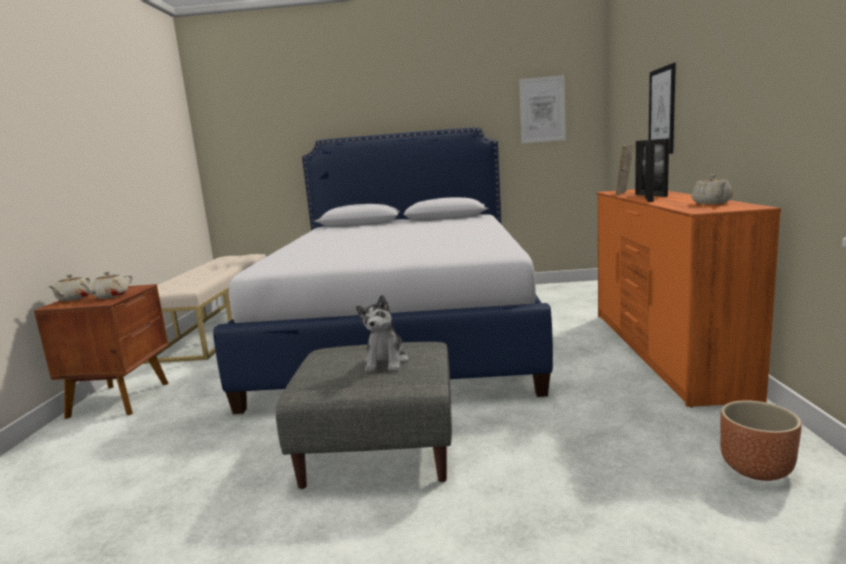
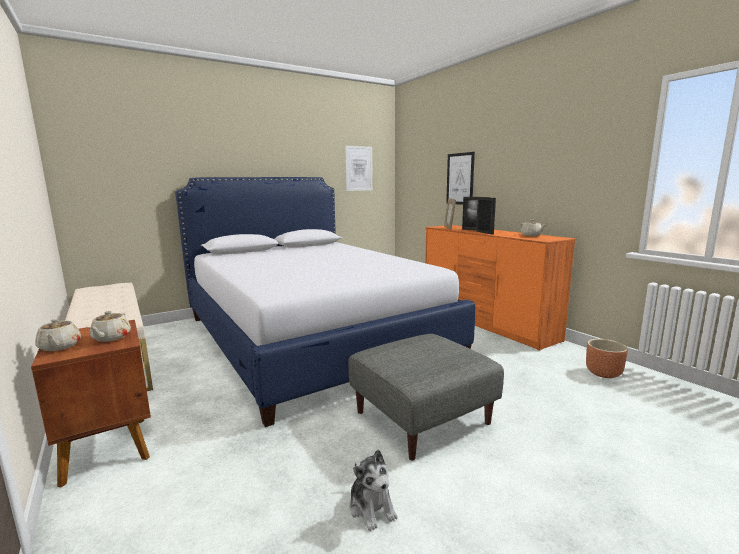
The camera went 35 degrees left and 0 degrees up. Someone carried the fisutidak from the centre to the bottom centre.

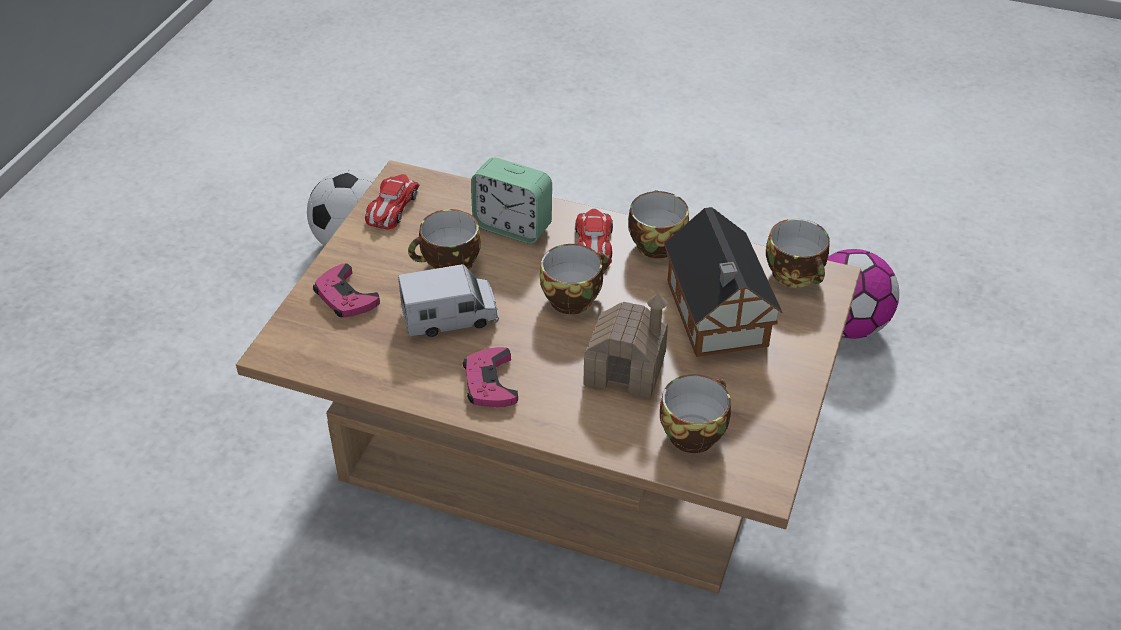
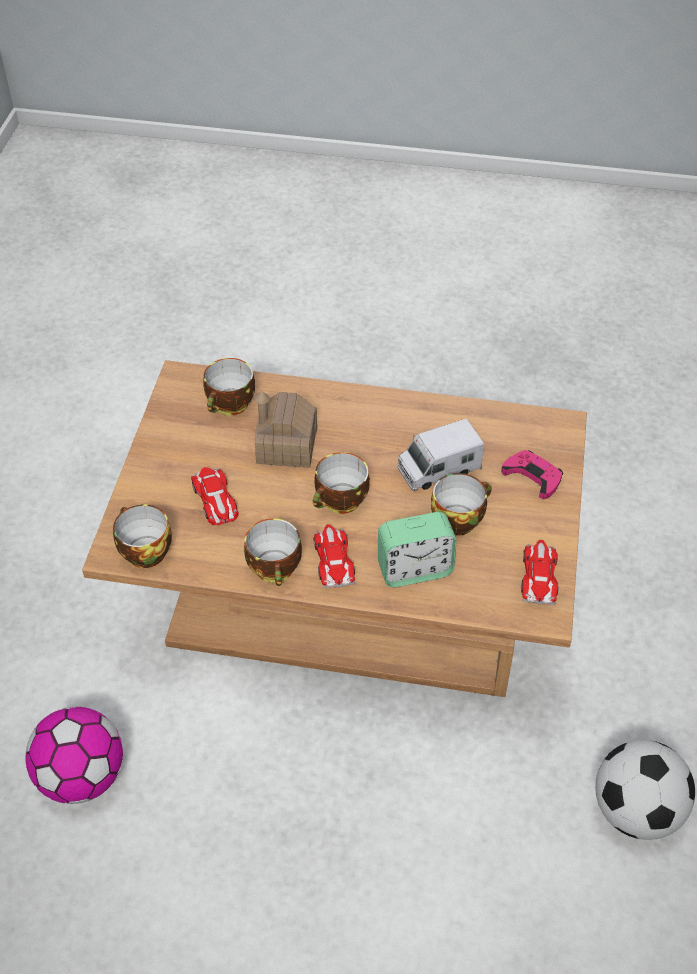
The camera went 170 degrees right and 5 degrees up. Someone rotated the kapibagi at the top centre by 150 degrees clockwise. Someone swapped the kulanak (no. 2 from left) at the centre for the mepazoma (no. 1 from left) at the middle left. Someone took away the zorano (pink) (no. 2 from left) at the centre.

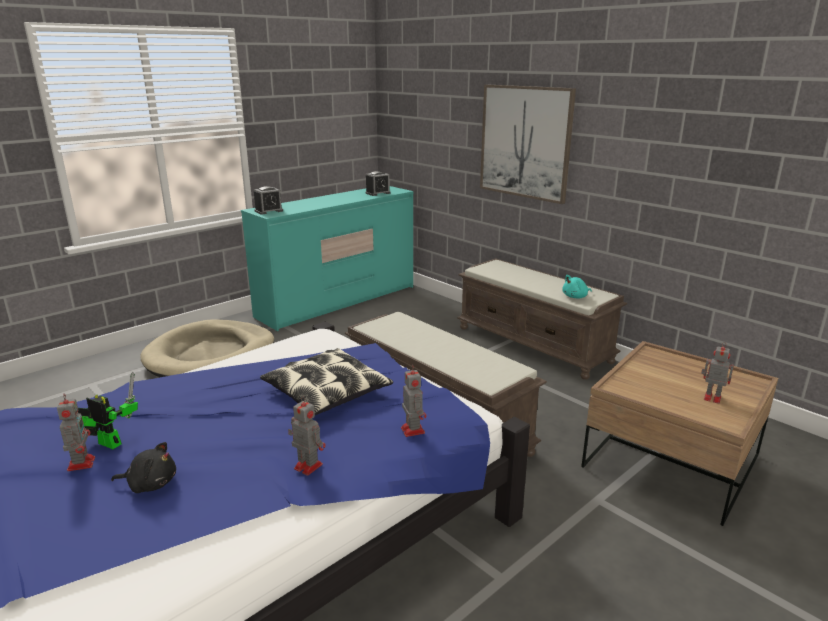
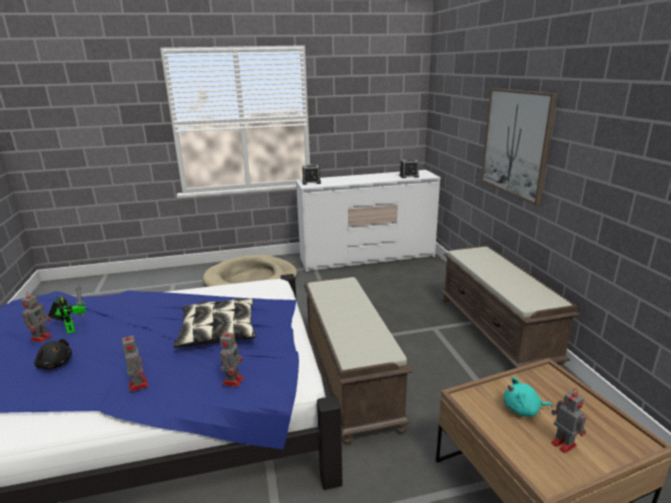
The camera went 30 degrees right and 0 degrees up. Someone repainted the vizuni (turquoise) at the centre, which became the vizuni (white) at the centre. Someone carried the fisutidak (turquoise) from the middle right to the bottom right.

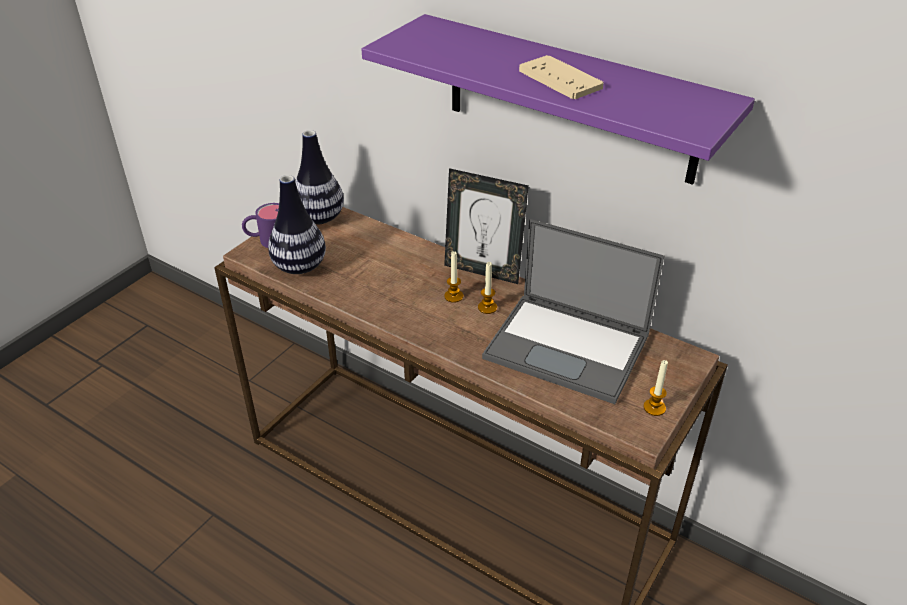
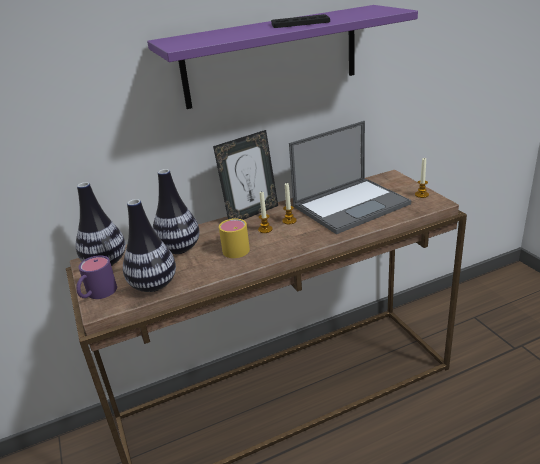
The camera went 55 degrees left and 10 degrees down. Someone repainted the zorano (beige) at the top centre, which became the zorano (black) at the top centre. Someone put down the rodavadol (no. 3 from left) at the middle left. Someone put down the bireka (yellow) at the centre.

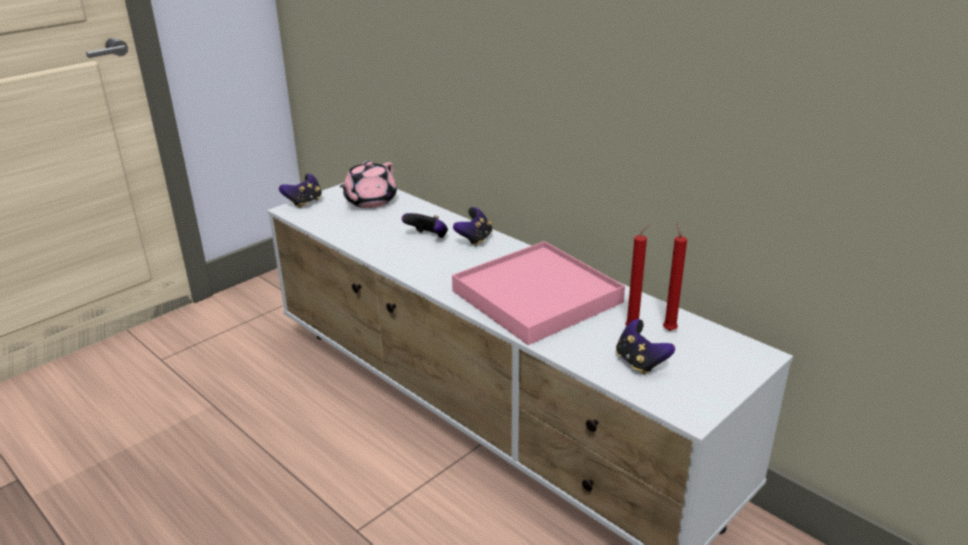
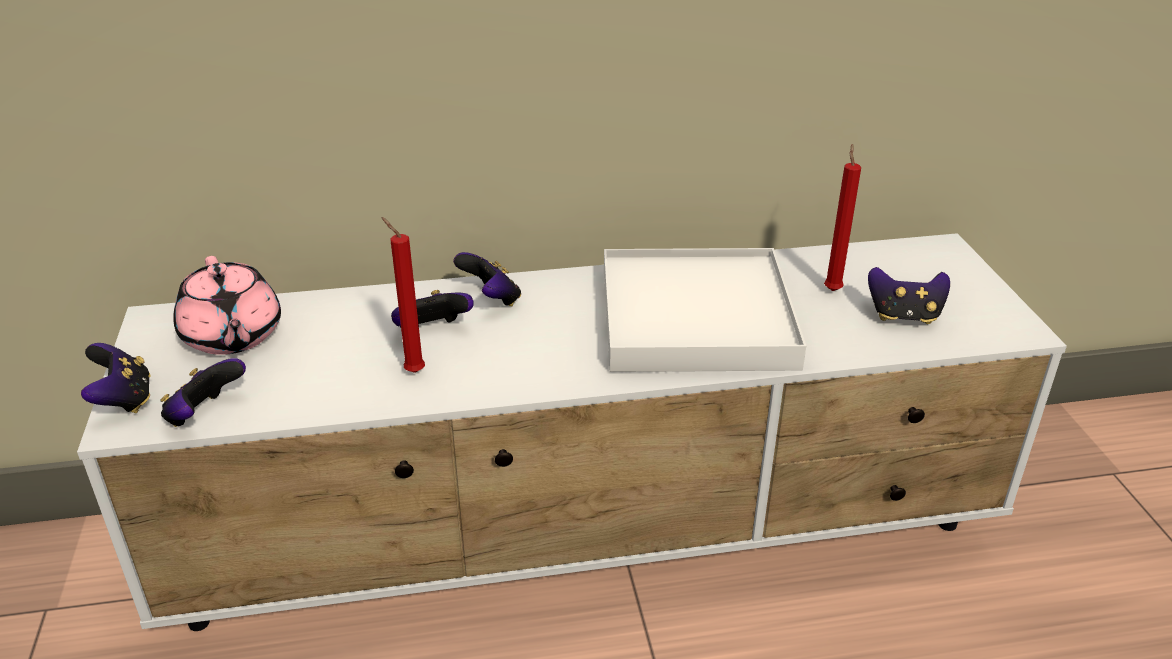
The camera went 55 degrees left and 5 degrees up. Someone carried the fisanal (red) (no. 2 from left in the first image) from the middle right to the centre. Someone repainted the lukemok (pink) at the centre, which became the lukemok (white) at the centre. Someone put down the zorano (no. 2 from left) at the middle left.

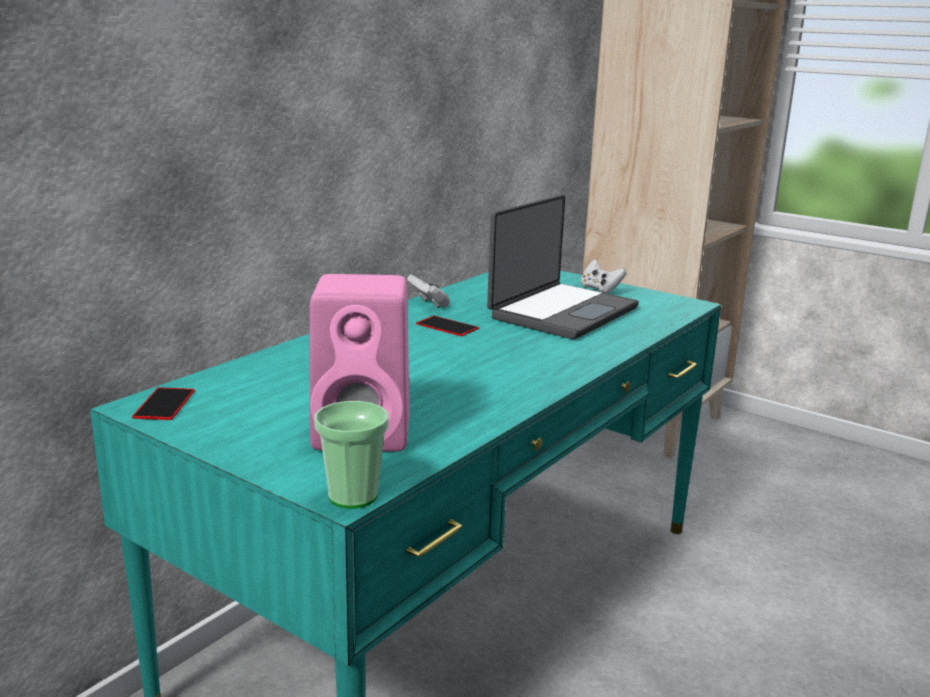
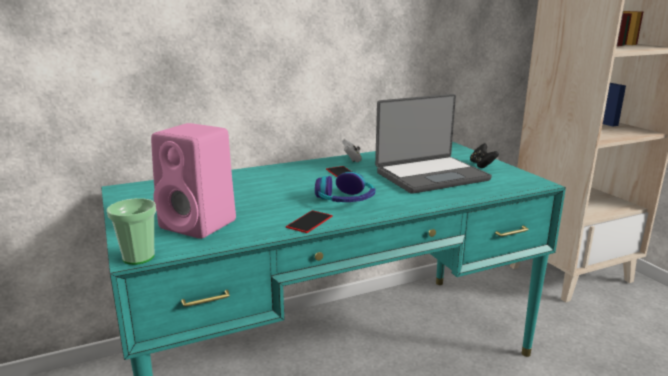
The camera went 30 degrees right and 0 degrees up. Someone repainted the zorano (white) (no. 2 from left) at the centre, which became the zorano (black) at the middle right. Someone carried the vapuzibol (no. 1 from left) from the middle left to the centre. Someone put down the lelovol at the centre.

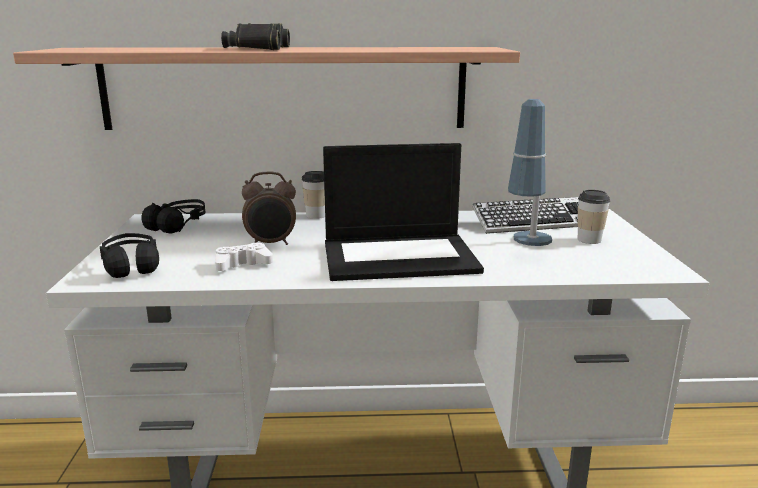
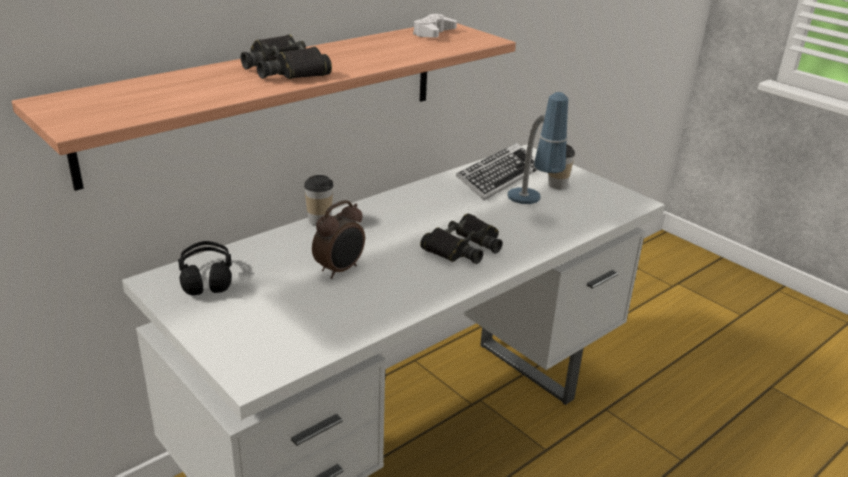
The camera went 40 degrees left and 10 degrees up. Someone swapped the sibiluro at the centre for the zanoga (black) (no. 2 from left) at the centre. Someone took away the lelovol (black) (no. 1 from left) at the middle left. Someone carried the zorano (white) from the middle left to the top centre.

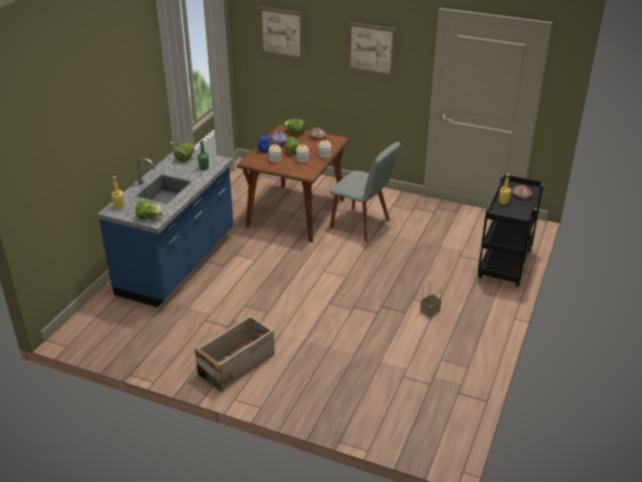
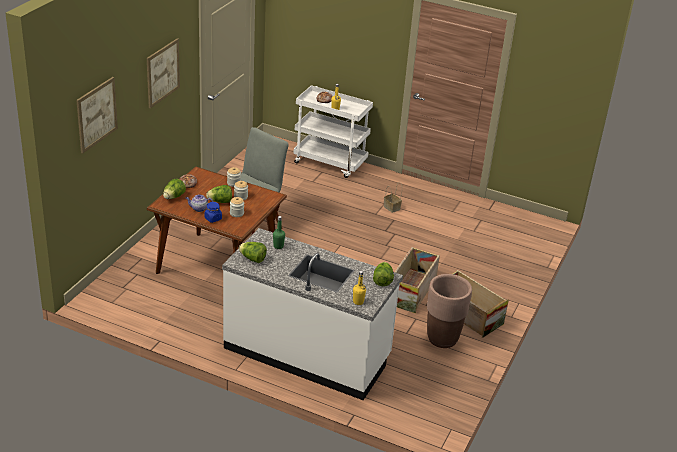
The camera went 90 degrees left and 0 degrees up. Someone repainted the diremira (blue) at the middle left, which became the diremira (white) at the bottom centre. Someone repainted the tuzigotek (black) at the middle right, which became the tuzigotek (white) at the top centre. Someone put down the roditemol (no. 1 from left) at the centre. Someone put down the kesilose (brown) at the bottom centre.

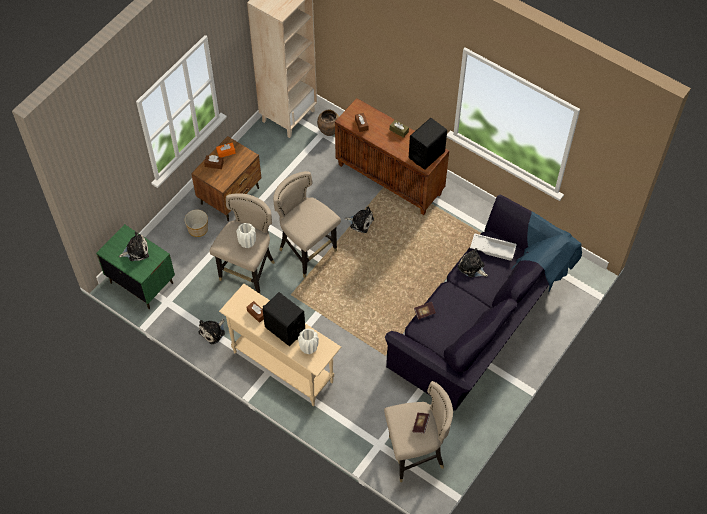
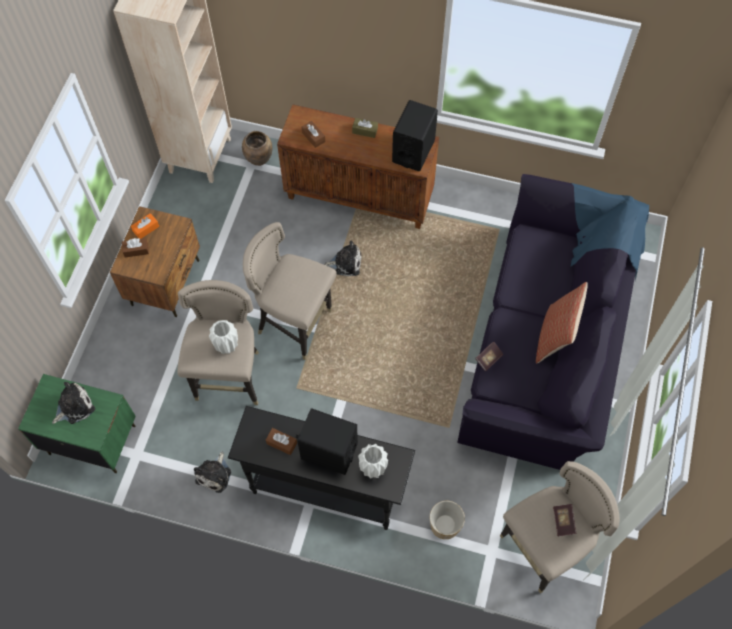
The camera went 20 degrees left and 5 degrees up. Someone carried the kesilose from the middle left to the bottom centre. Someone took away the lukemok (white) at the middle right. Someone took away the fisutidak (no. 4 from left) at the middle right. Someone repainted the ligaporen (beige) at the bottom centre, which became the ligaporen (black) at the bottom centre. Someone put down the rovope at the middle right.

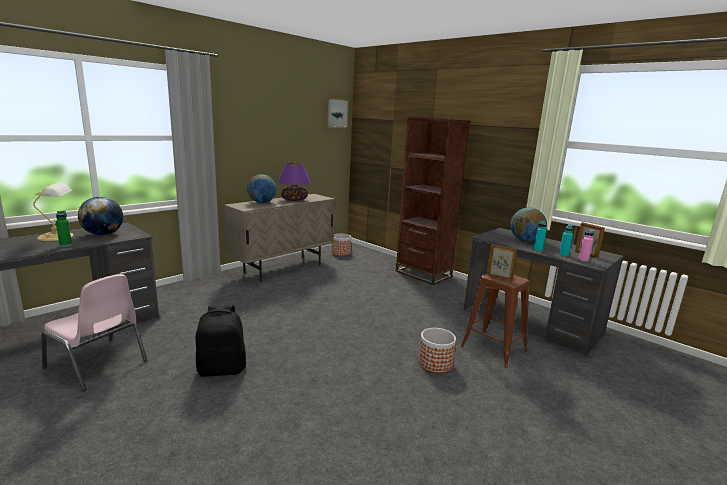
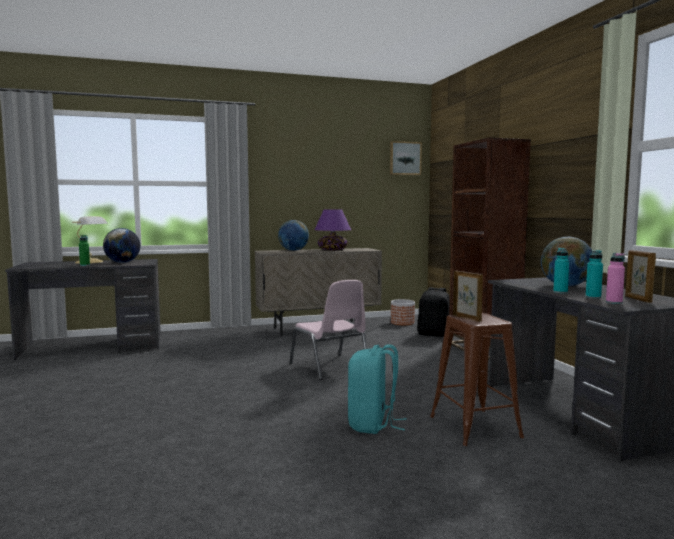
The camera went 30 degrees right and 10 degrees down. Someone carried the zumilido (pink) from the bottom left to the centre. Someone carried the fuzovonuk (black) from the bottom left to the centre. Someone swapped the kesilose (no. 2 from left) at the bottom centre for the fuzovonuk (turquoise) at the bottom centre.

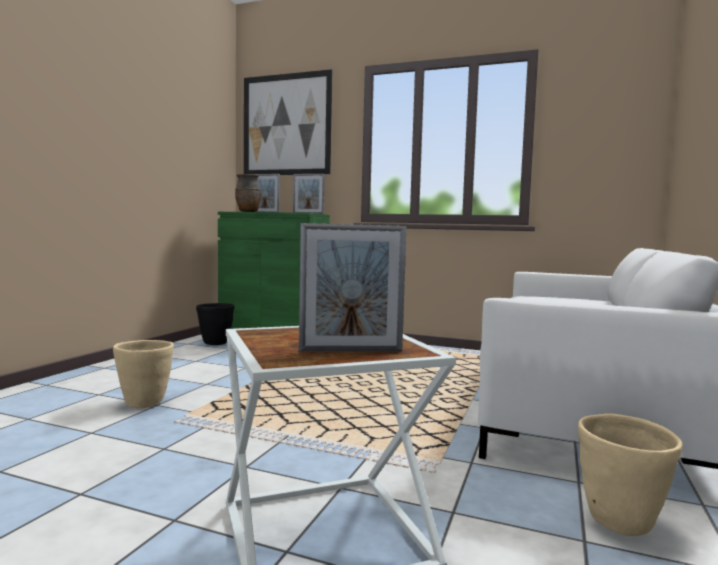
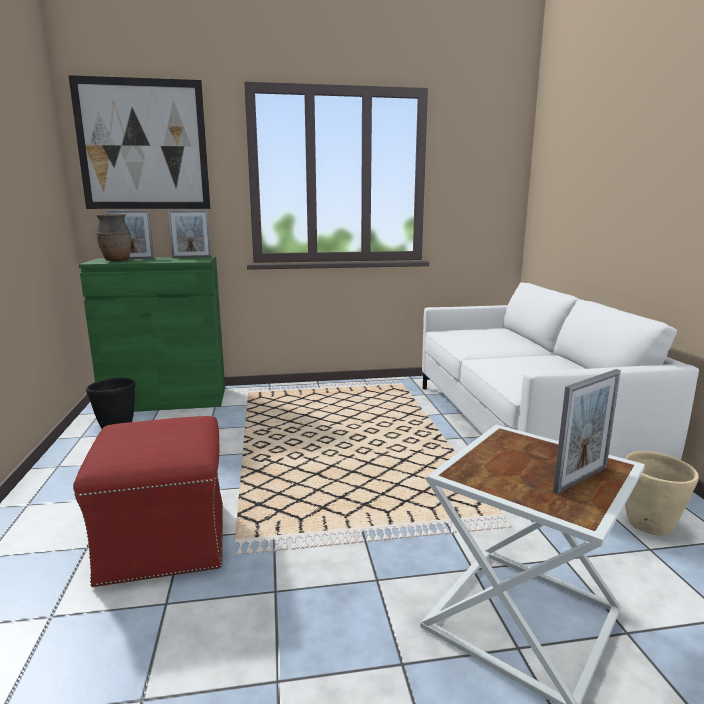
The camera went 30 degrees left and 10 degrees up. Someone swapped the kesilose (beige) (no. 1 from left) at the middle left for the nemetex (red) at the bottom left.

